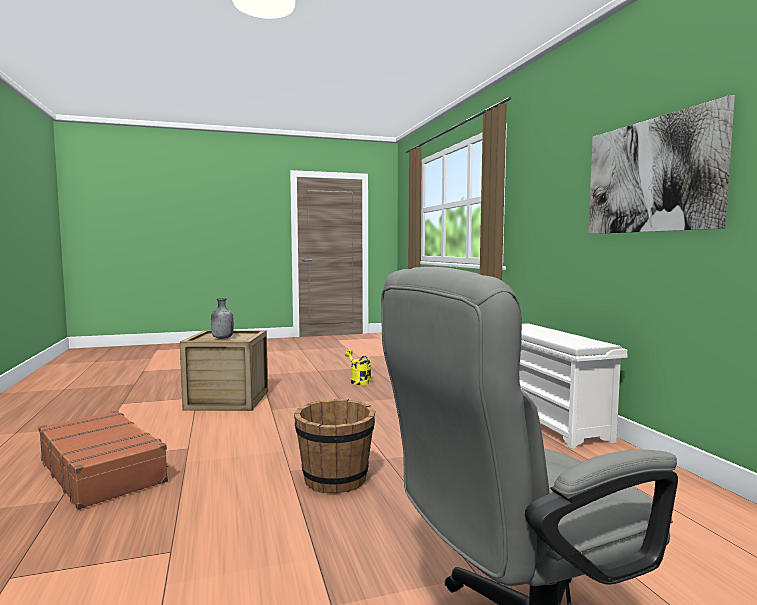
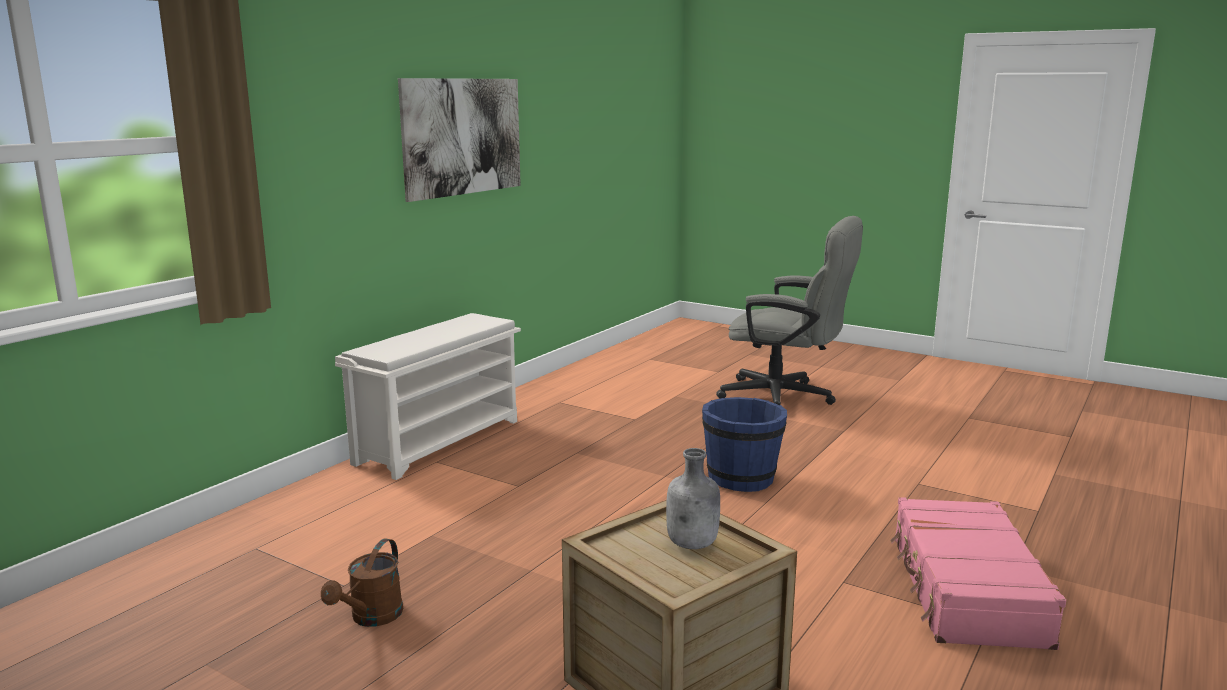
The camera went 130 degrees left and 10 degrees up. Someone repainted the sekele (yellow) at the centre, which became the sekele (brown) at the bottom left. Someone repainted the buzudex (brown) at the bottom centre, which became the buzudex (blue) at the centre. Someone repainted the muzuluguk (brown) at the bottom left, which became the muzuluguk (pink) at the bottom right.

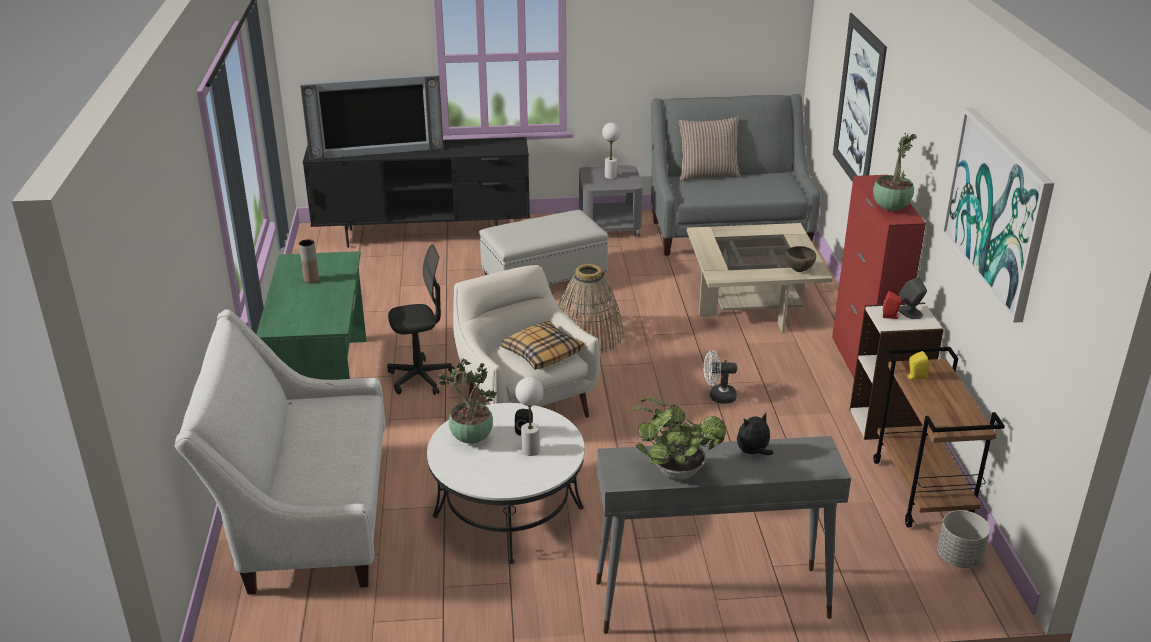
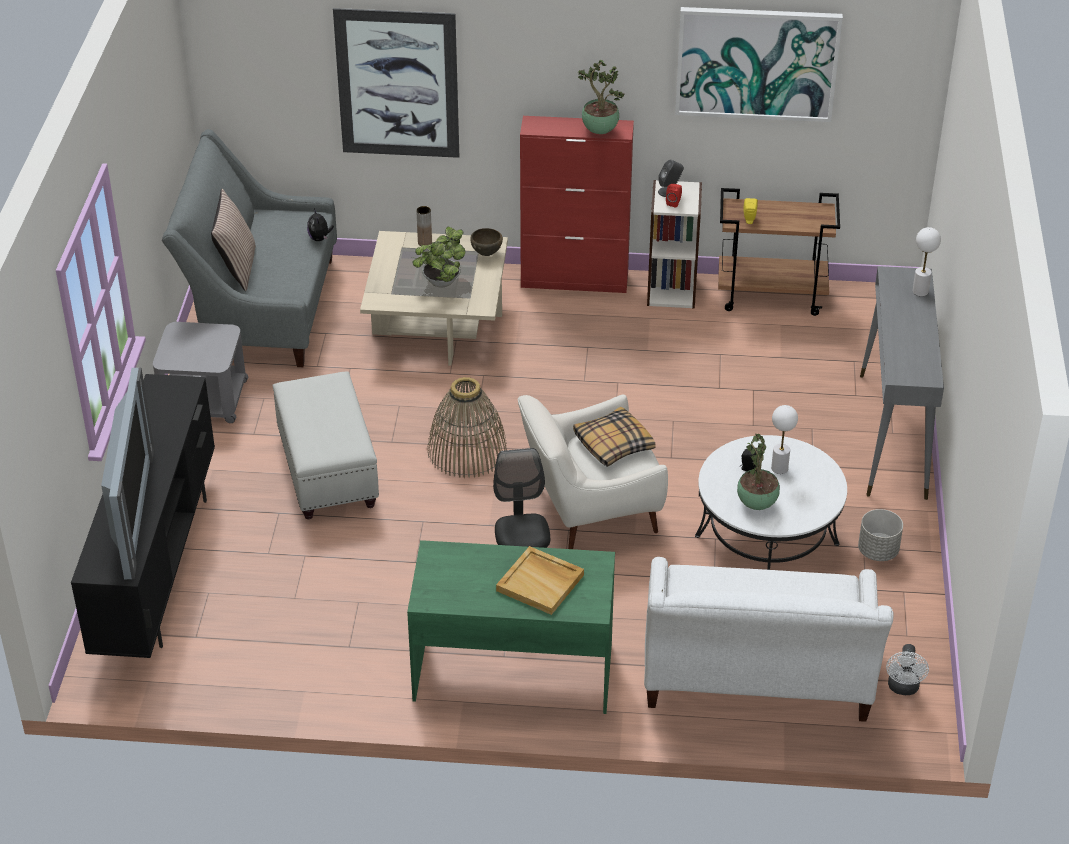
The camera went 80 degrees left and 10 degrees up. Someone carried the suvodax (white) (no. 2 from left) from the top centre to the top right. Someone carried the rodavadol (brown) from the middle left to the top centre. Someone carried the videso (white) from the centre to the bottom right. Someone carried the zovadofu (no. 2 from left in the first image) from the bottom centre to the top centre. Someone carried the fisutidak from the bottom centre to the top left. Someone carried the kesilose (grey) from the bottom right to the middle right. Someone put down the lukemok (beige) at the bottom centre.

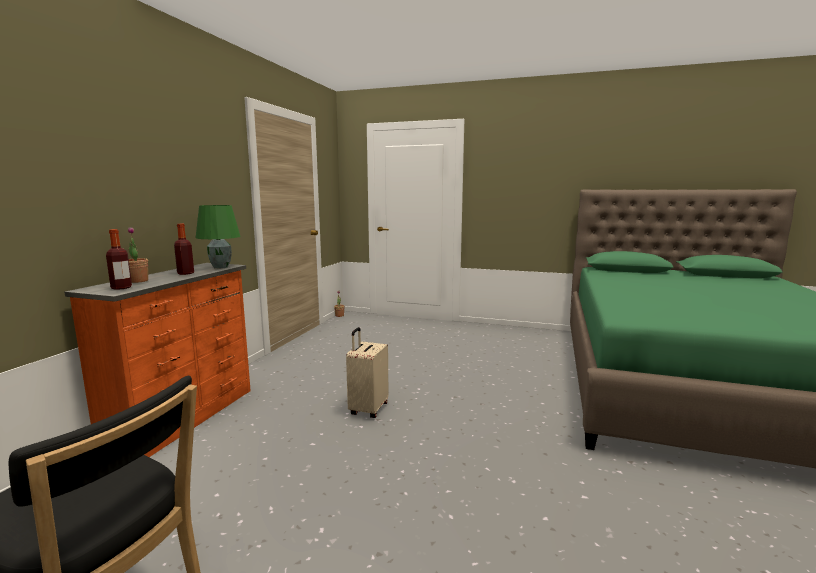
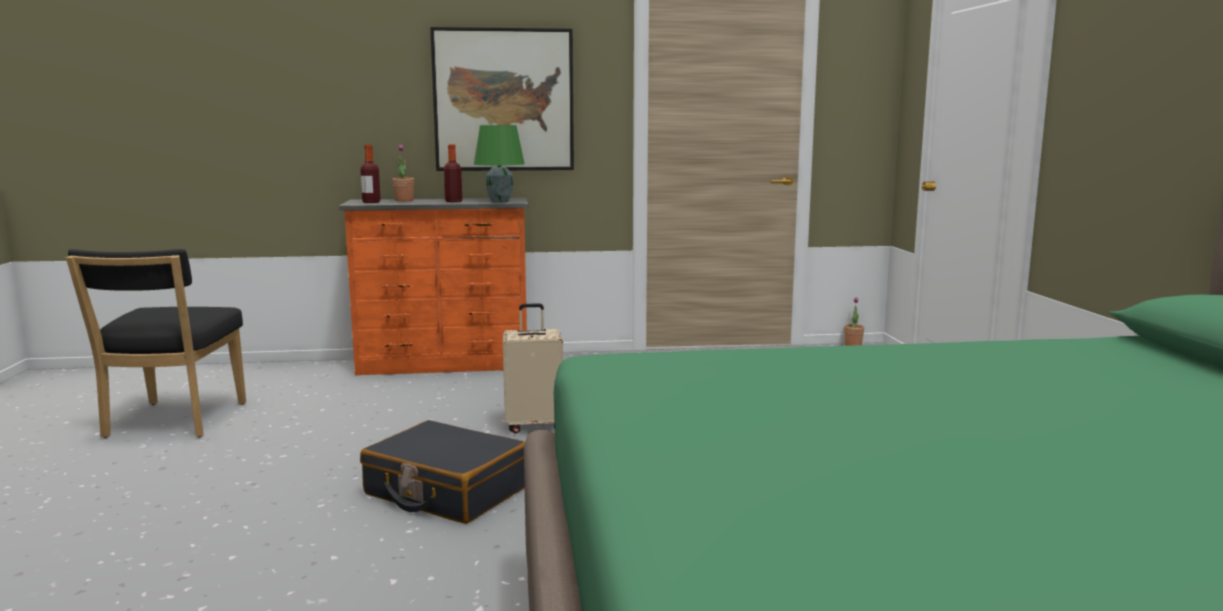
The camera went 65 degrees right and 0 degrees up. Someone put up the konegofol at the top centre. Someone put down the muzuluguk (black) at the bottom centre.

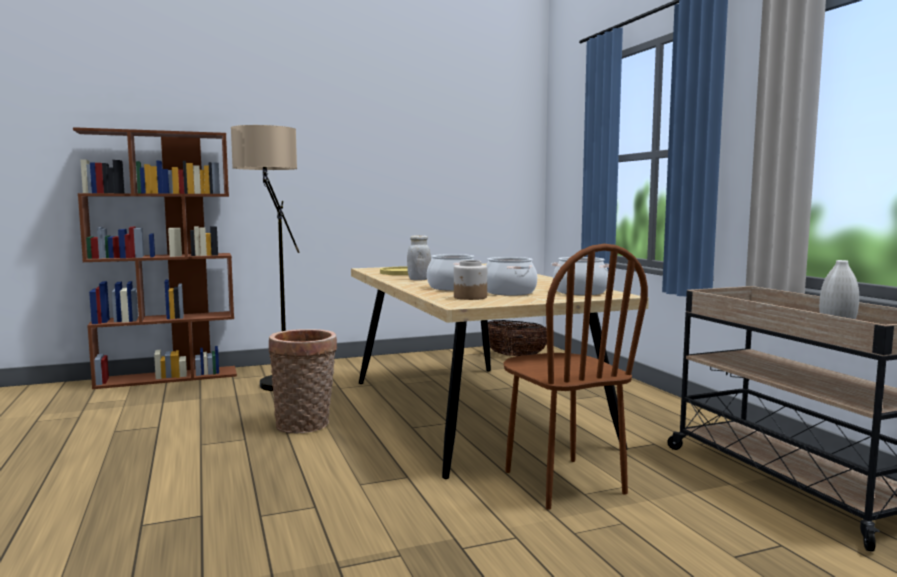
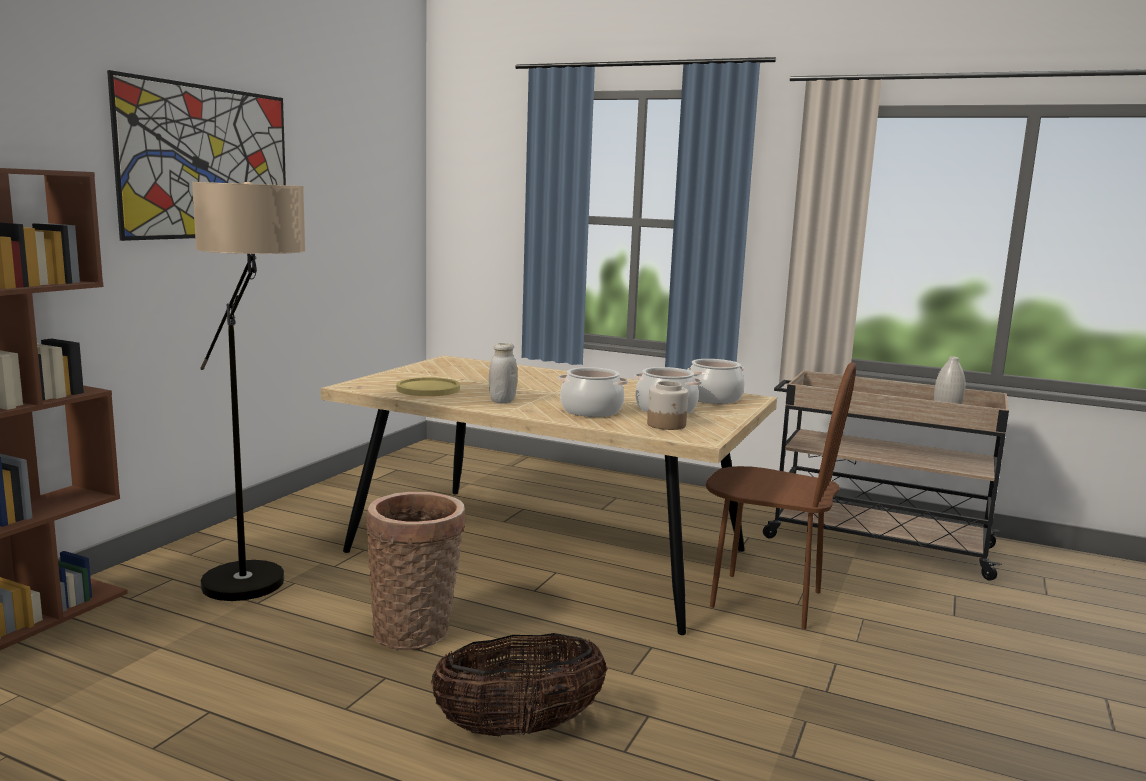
The camera went 45 degrees left and 5 degrees up. Someone carried the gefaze (no. 2 from left) from the centre to the bottom centre. Someone put up the konegofol at the top left.

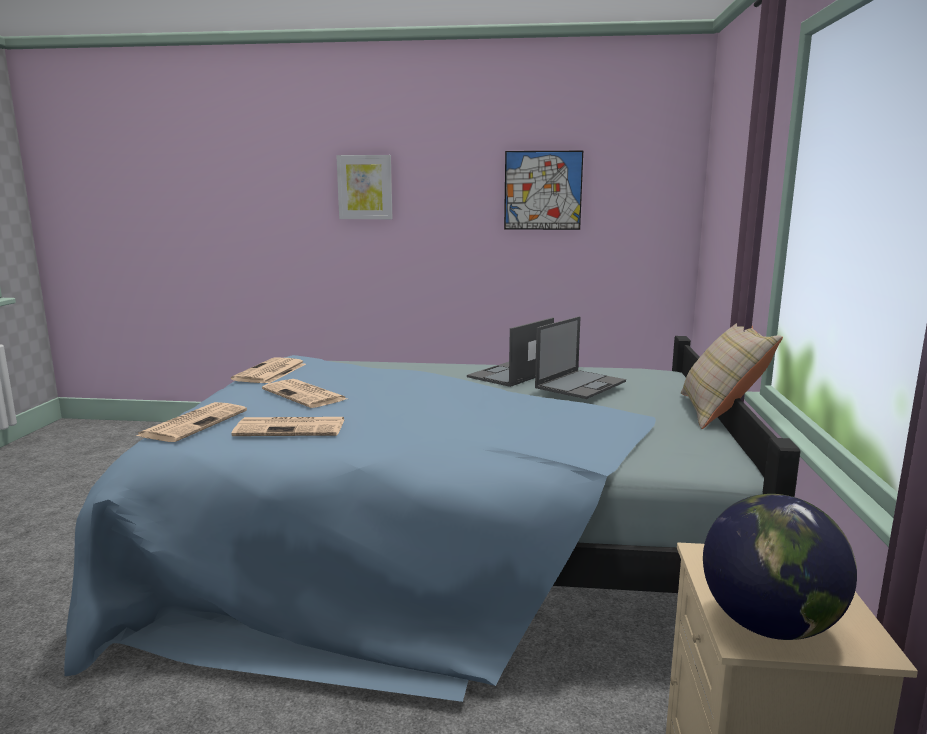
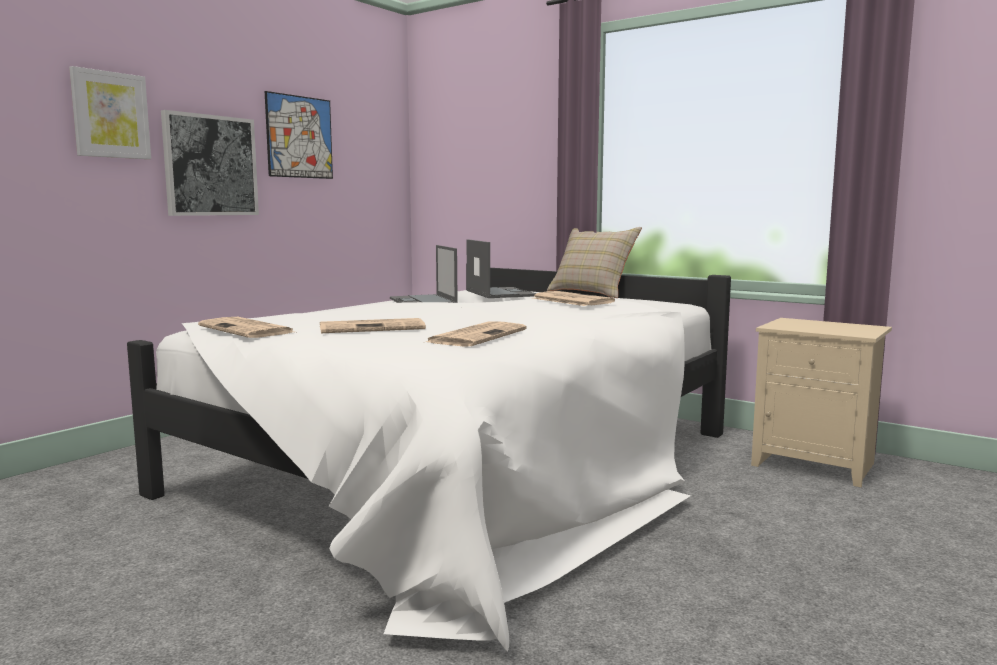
The camera went 60 degrees left and 5 degrees down. Someone repainted the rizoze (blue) at the bottom centre, which became the rizoze (white) at the bottom centre. Someone carried the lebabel (no. 1 from left in the first image) from the middle left to the centre. Someone took away the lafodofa at the bottom right. Someone put up the konegofol (no. 2 from left) at the top left.

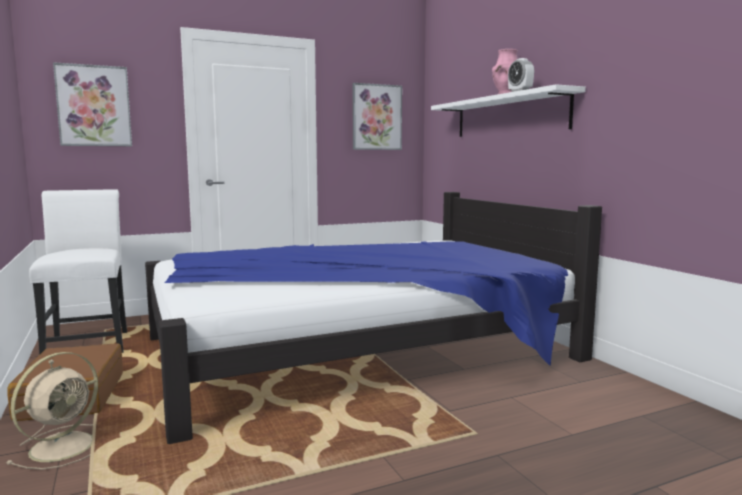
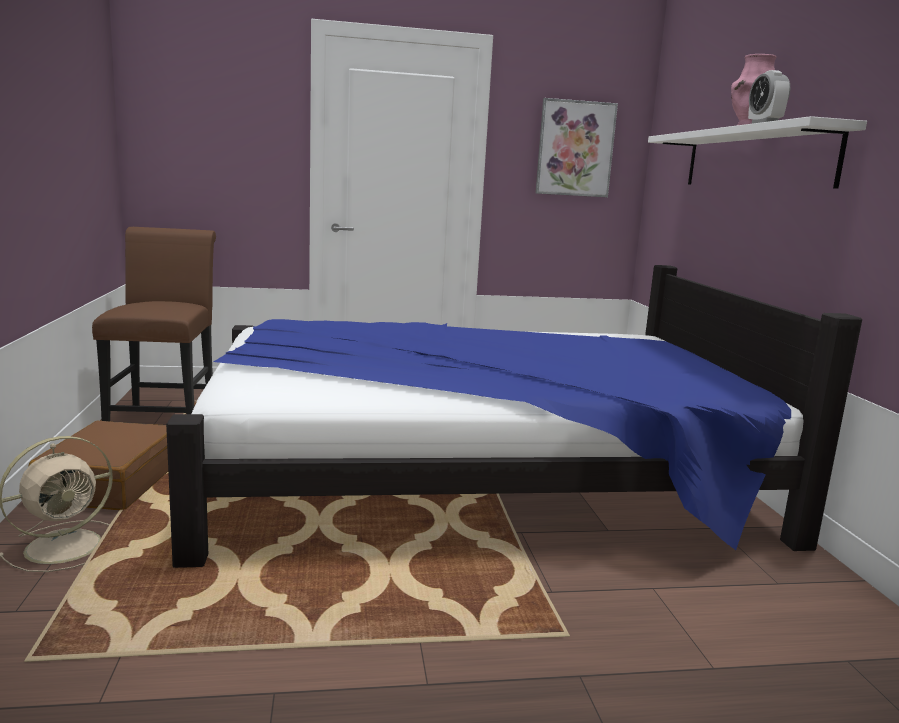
The camera went 15 degrees right and 5 degrees up. Someone took away the konegofol (no. 1 from left) at the top left. Someone repainted the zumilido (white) at the middle left, which became the zumilido (brown) at the middle left.

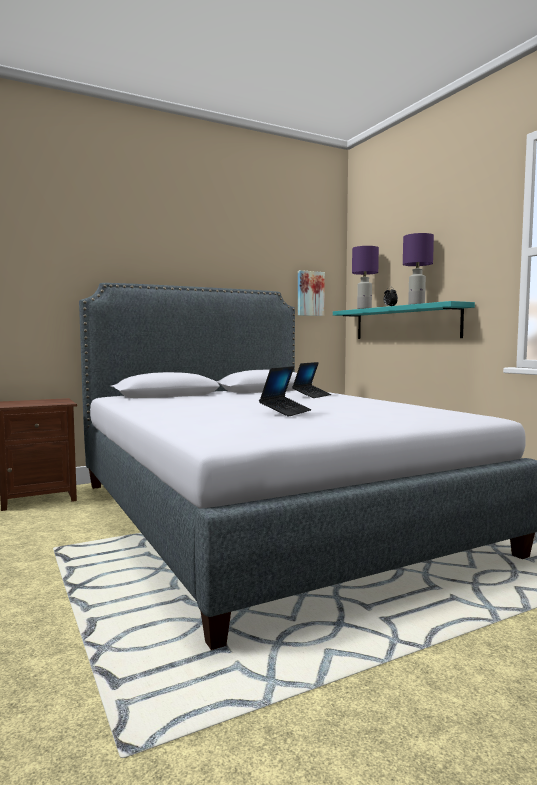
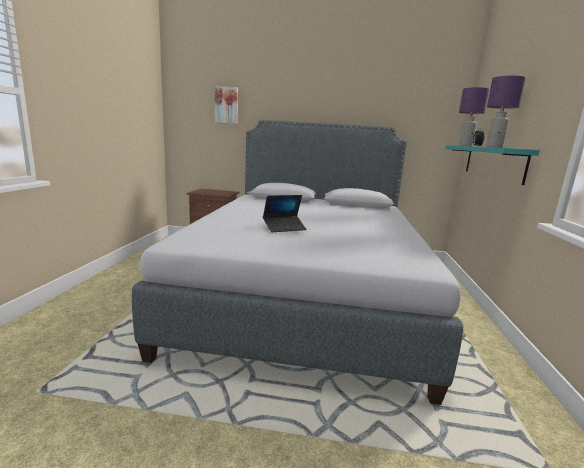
The camera went 35 degrees right and 10 degrees up. Someone carried the konegofol from the centre to the top centre. Someone took away the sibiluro (no. 2 from left) at the centre.

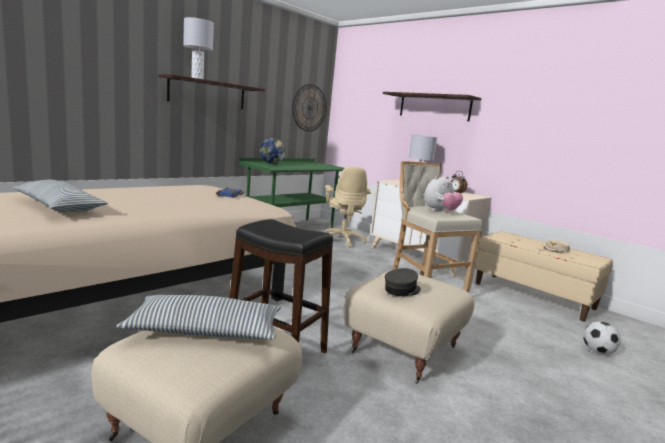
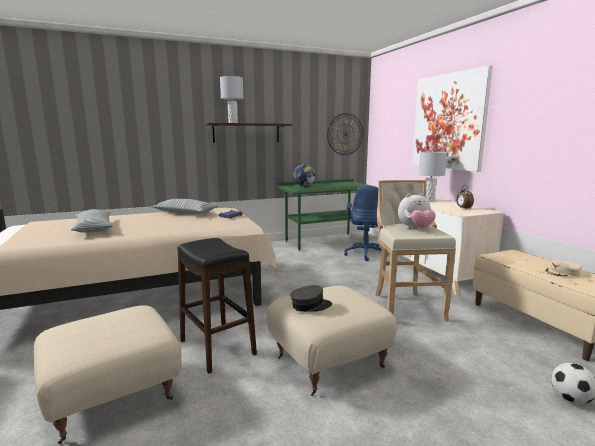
The camera went 25 degrees right and 0 degrees up. Someone swapped the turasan (no. 2 from left) at the top centre for the konegofol at the top right. Someone repainted the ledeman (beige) at the centre, which became the ledeman (blue) at the centre. Someone carried the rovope (no. 2 from left) from the bottom left to the middle left.

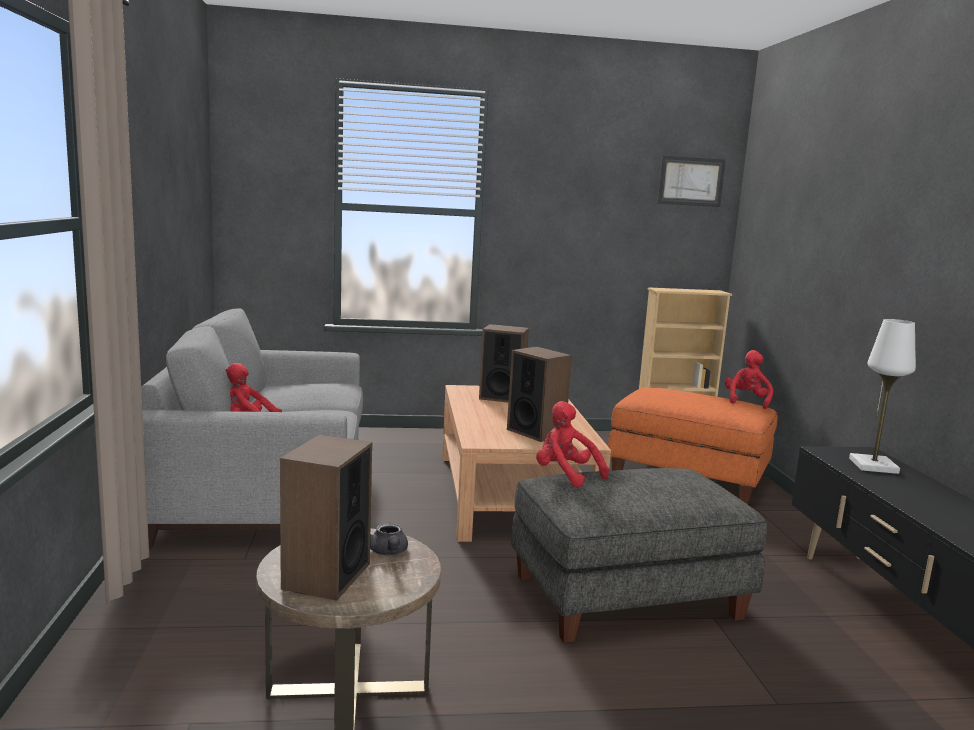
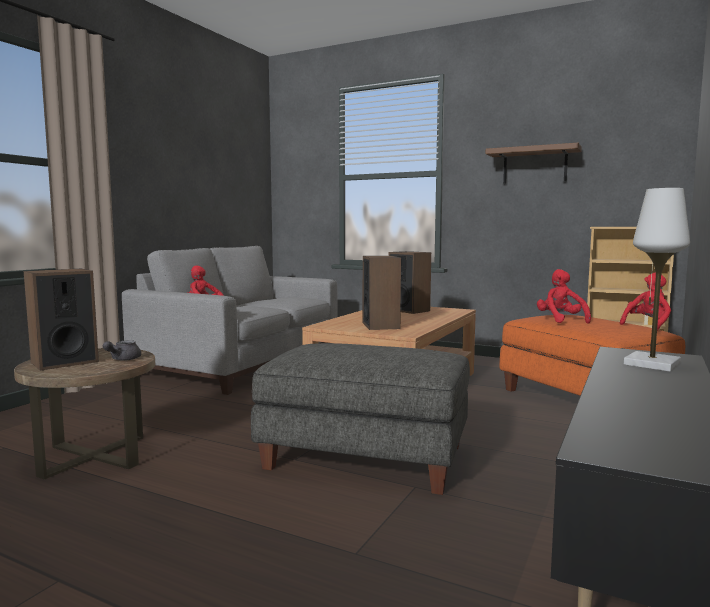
The camera went 35 degrees right and 5 degrees down. Someone took away the konegofol at the top right. Someone carried the fisutidak (red) (no. 2 from left) from the centre to the middle right. Someone put up the turasan (brown) at the top right.

